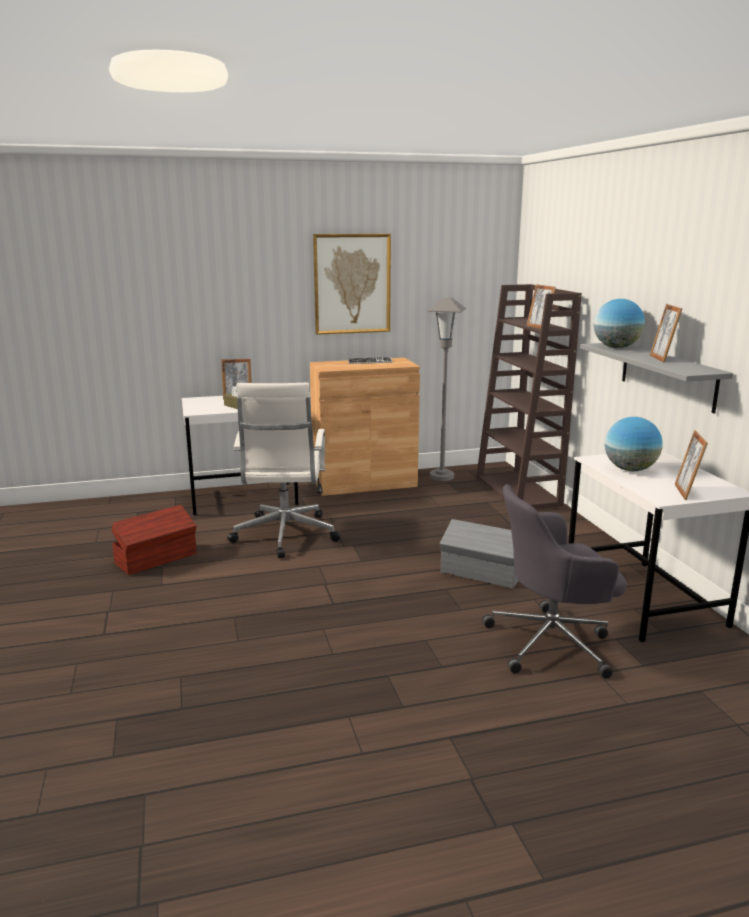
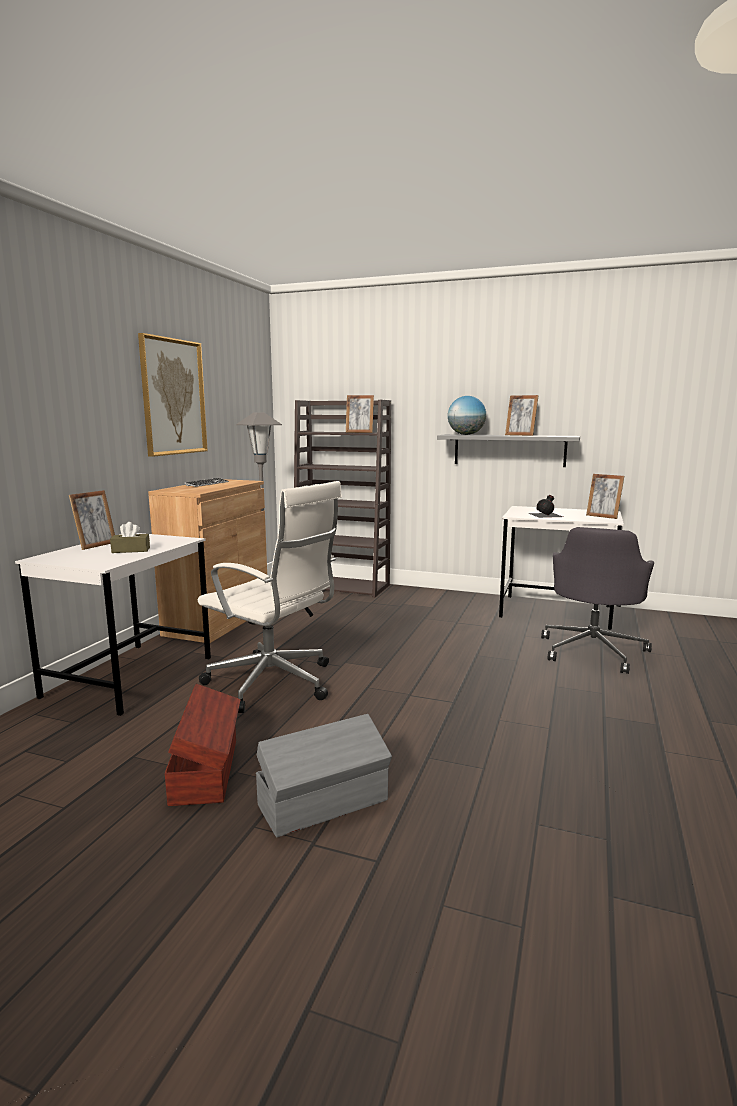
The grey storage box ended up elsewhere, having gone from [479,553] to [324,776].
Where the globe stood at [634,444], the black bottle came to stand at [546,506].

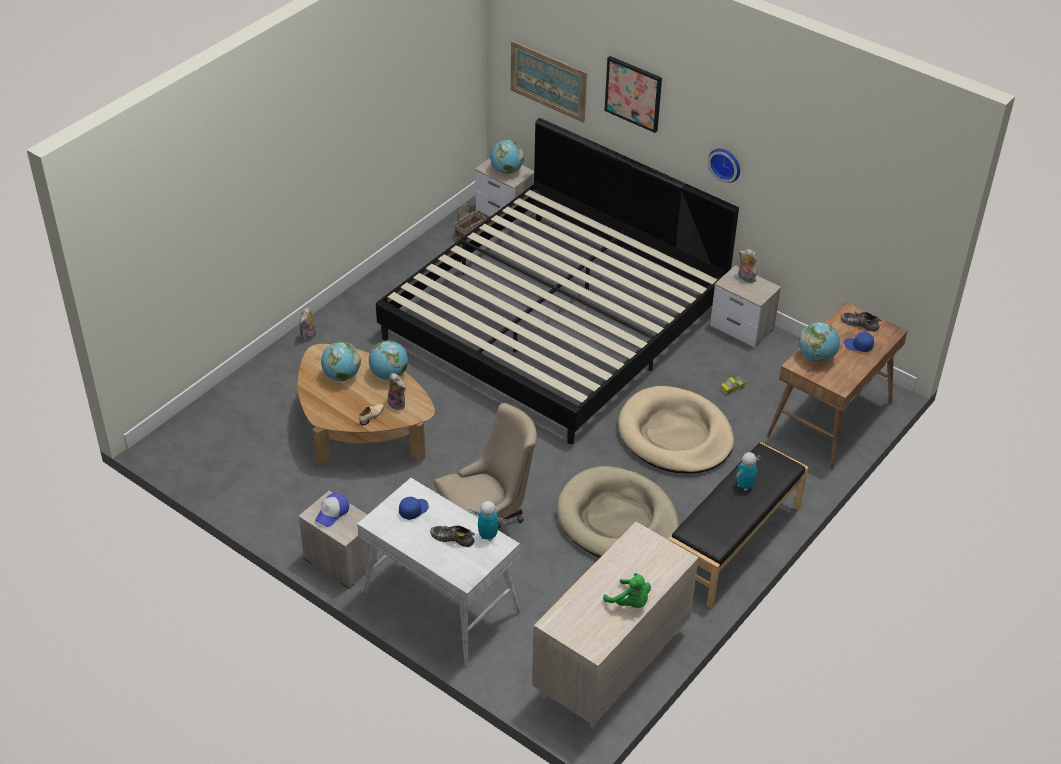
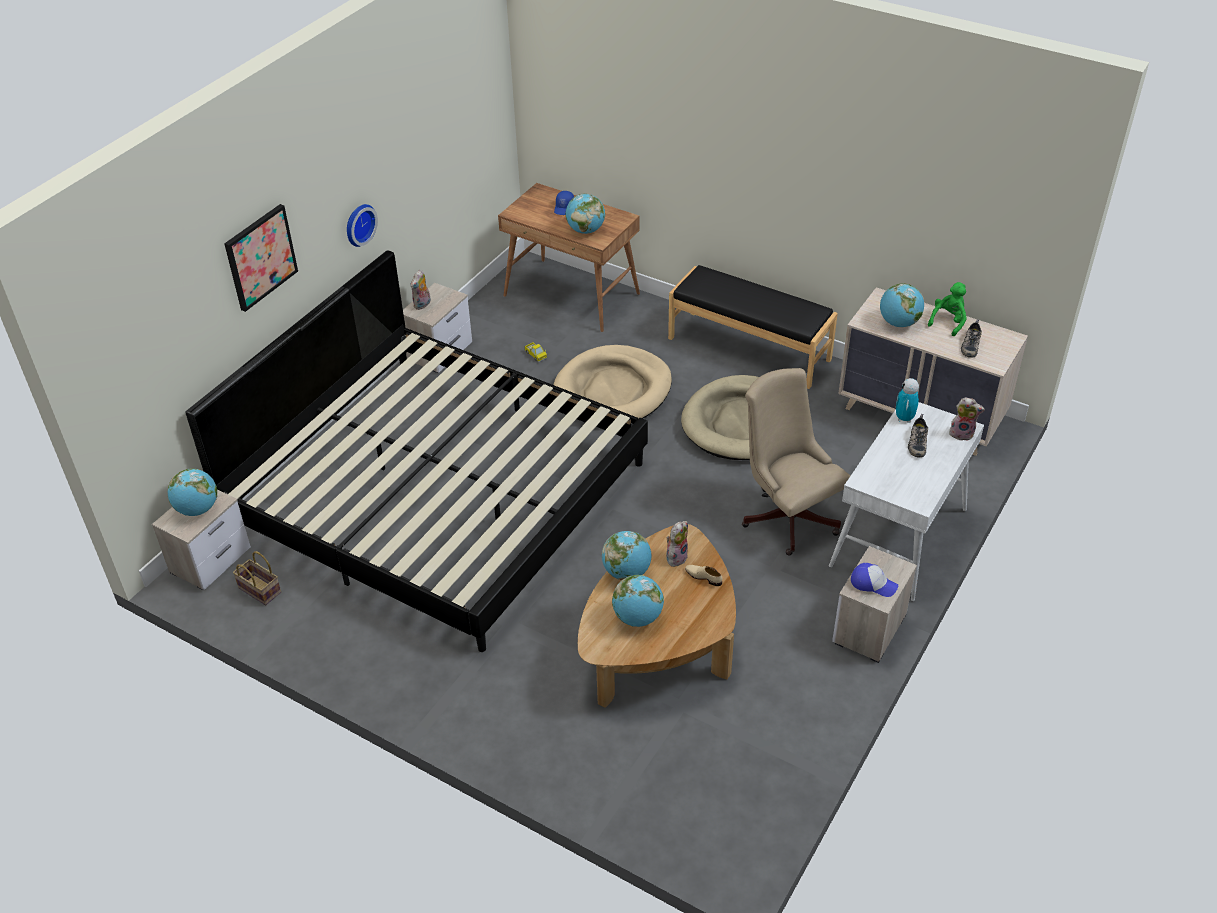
The second view lost the blue cap at [414,508].
The second view lost the picture at [549,82].
The second view lost the toy robot at [747,471].
The second view gained the globe at [902,305].
The plush toy ended up elsewhere, having gone from [307,324] to [966,419].
The shoe ended up elsewhere, having gone from [861,322] to [971,338].

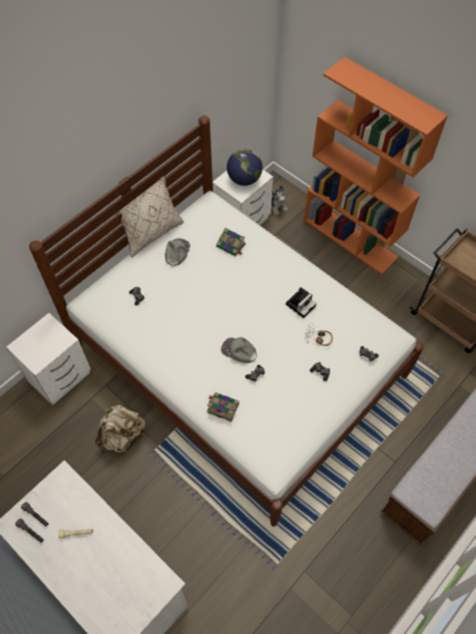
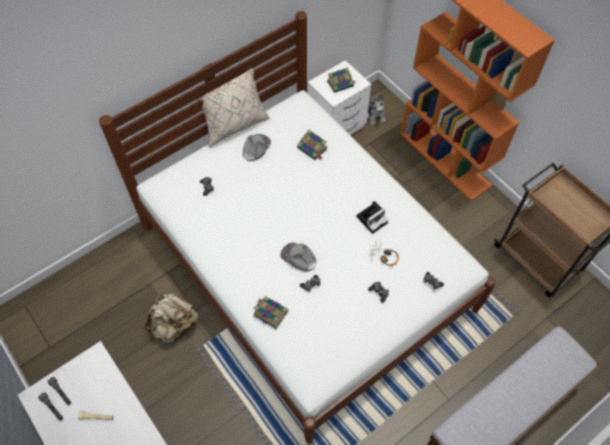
The second view lost the white nightstand at [48,359].
Where the globe stood at [245,167], the book came to stand at [341,80].

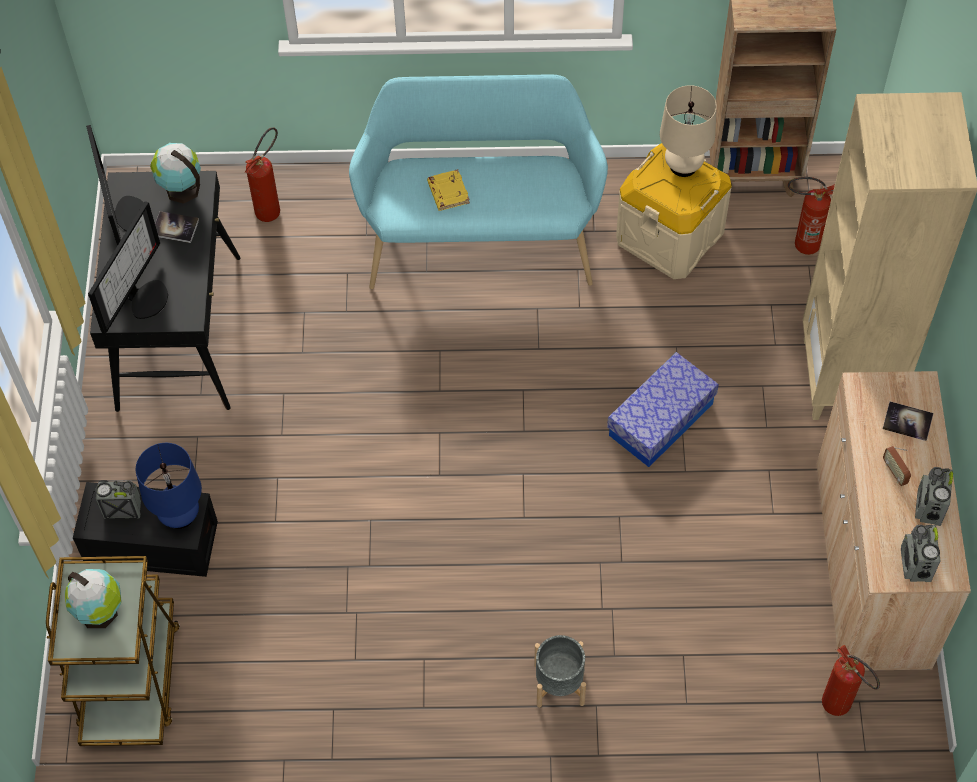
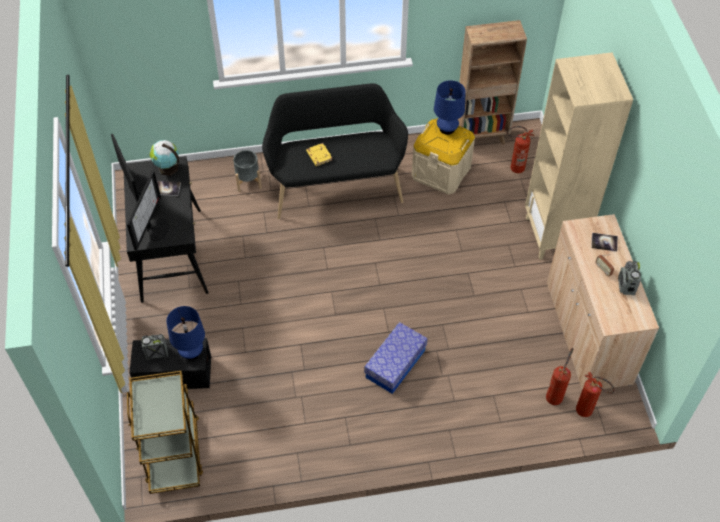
The second view lost the globe at [93,598].
The second view lost the radio at [921,553].
The fire extinguisher ended up elsewhere, having gone from [262,174] to [559,376].
The grey planter ended up elsewhere, having gone from [560,671] to [247,171].
The storage box ended up elsewhere, having gone from [663,409] to [396,358].
What was the turquoise bench at [478,182] turned into the black bench at [335,151].
What was the beige table lamp at [688,131] turned into the blue table lamp at [450,107].

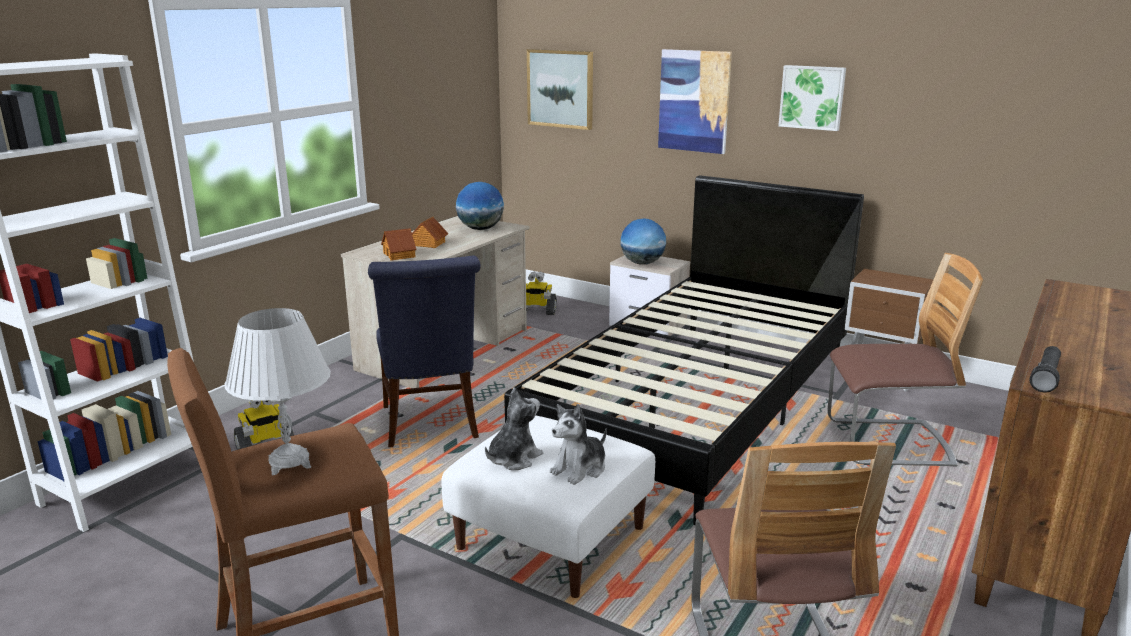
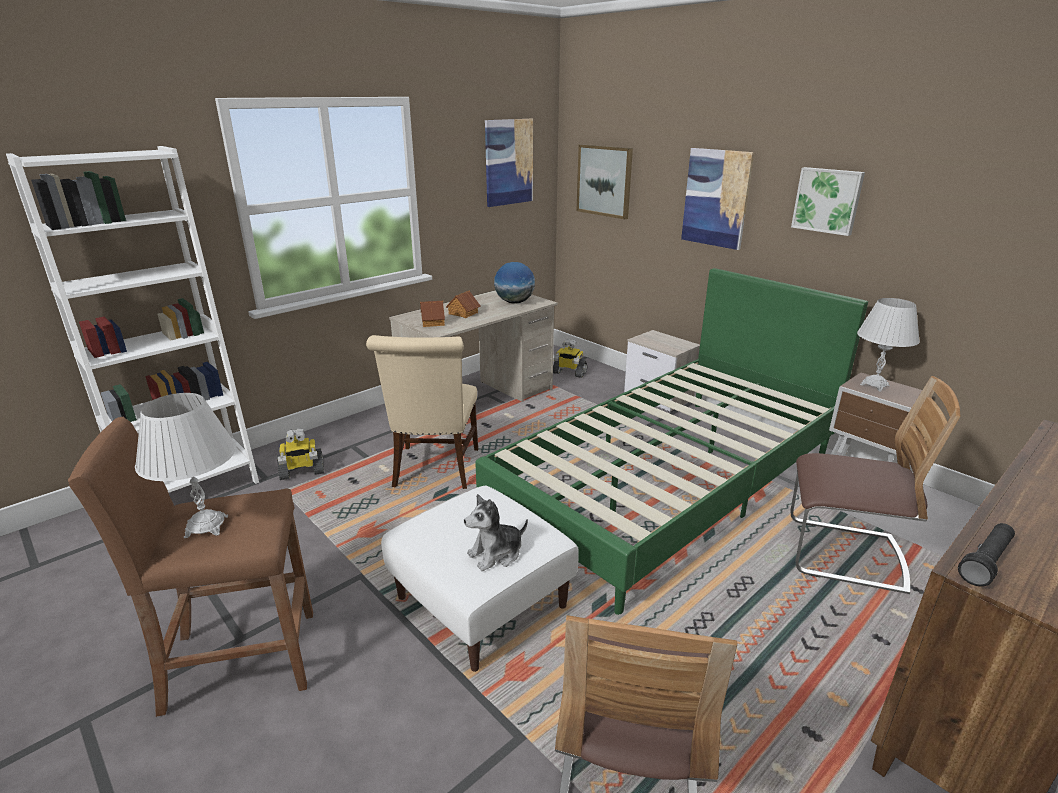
The second view lost the plush toy at [514,429].
The second view lost the globe at [643,242].
The second view gained the picture at [509,163].
The second view gained the white table lamp at [888,345].
What was the blue chair at [424,351] turned into the beige chair at [422,412].
What was the black bed at [684,350] turned into the green bed at [671,441].

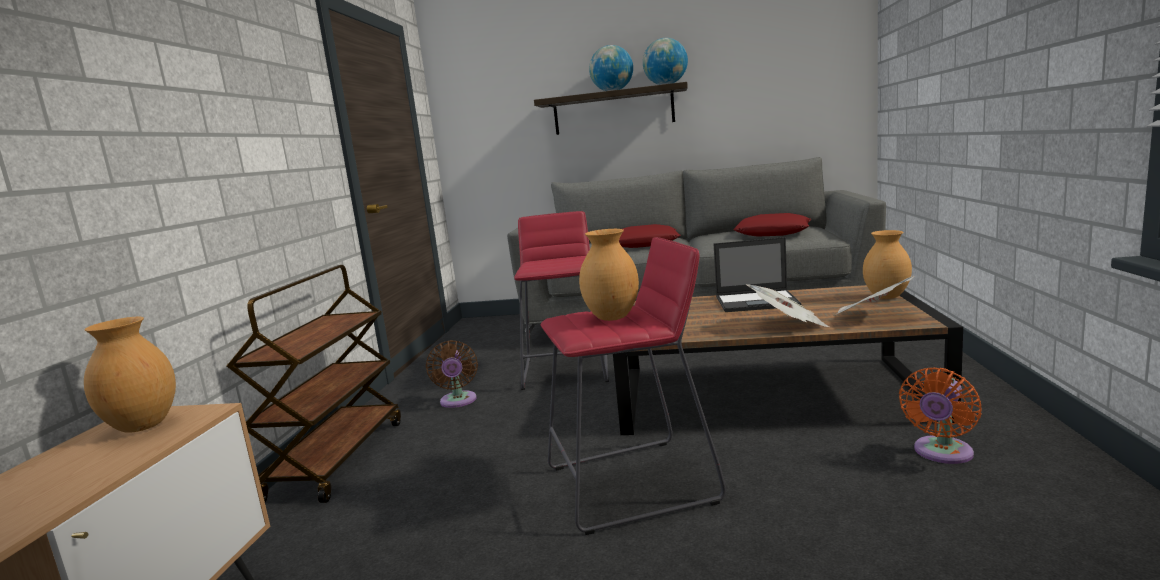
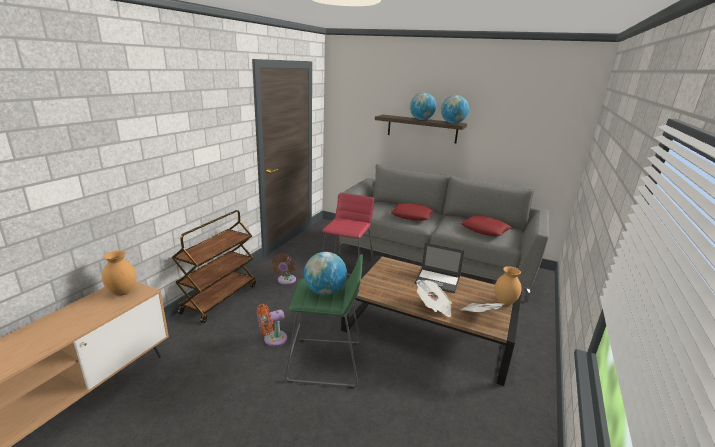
The orange fan ended up elsewhere, having gone from [940,416] to [272,325].
Where the brown vase stood at [609,275], the globe came to stand at [325,273].
What was the red stool at [633,386] turned into the green stool at [324,321].

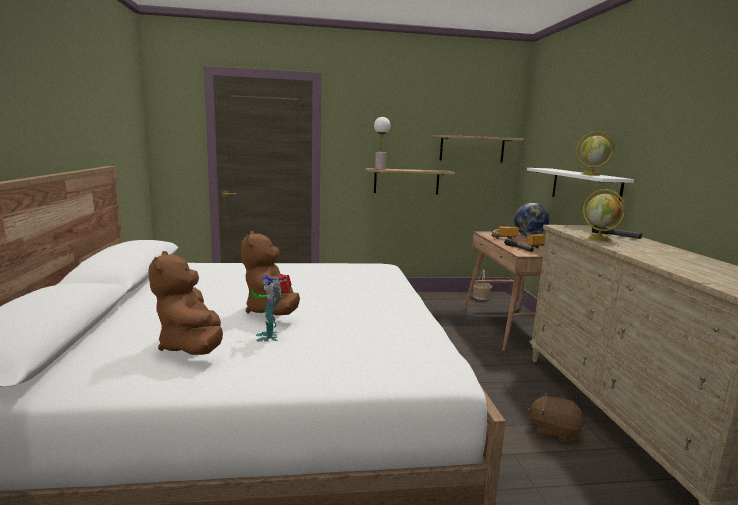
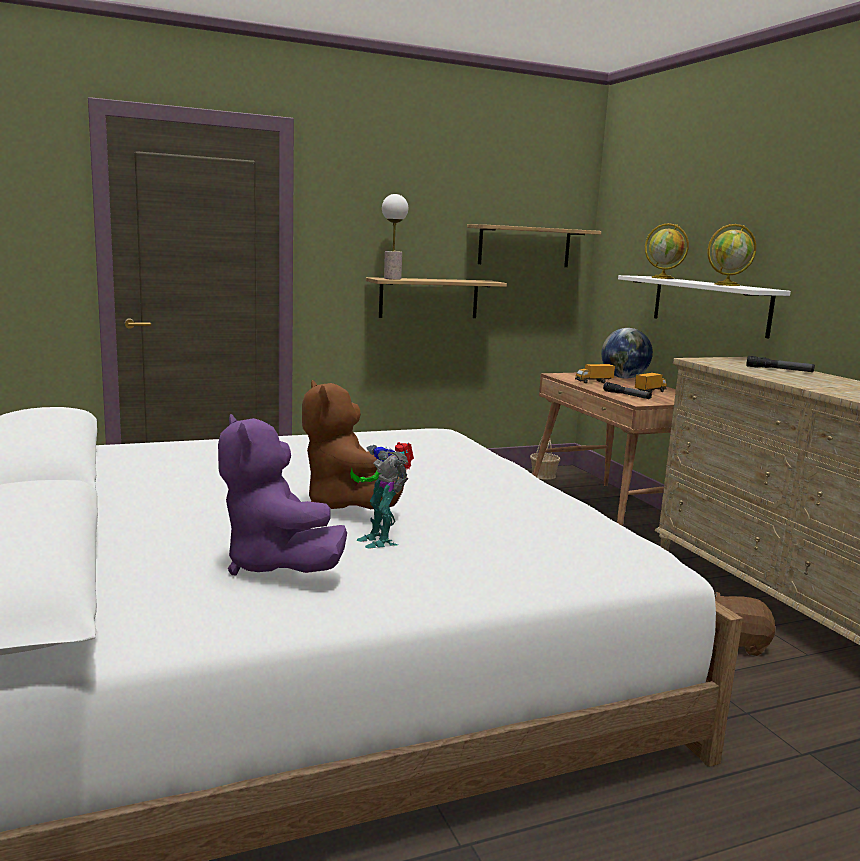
The globe ended up elsewhere, having gone from [604,215] to [667,251].
What was the brown plush toy at [185,303] turned into the purple plush toy at [282,495].

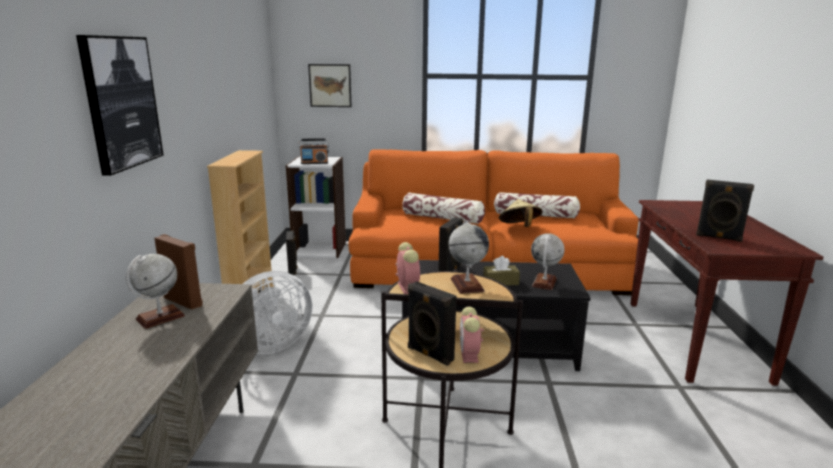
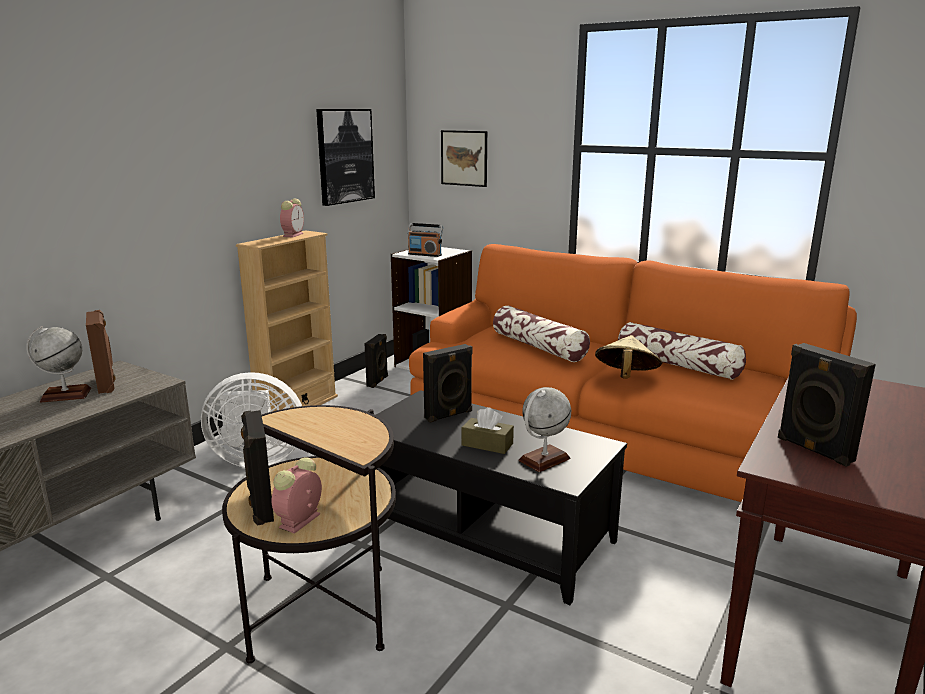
The second view lost the globe at [469,257].
The picture ended up elsewhere, having gone from [120,105] to [345,157].
The alarm clock ended up elsewhere, having gone from [408,268] to [292,218].

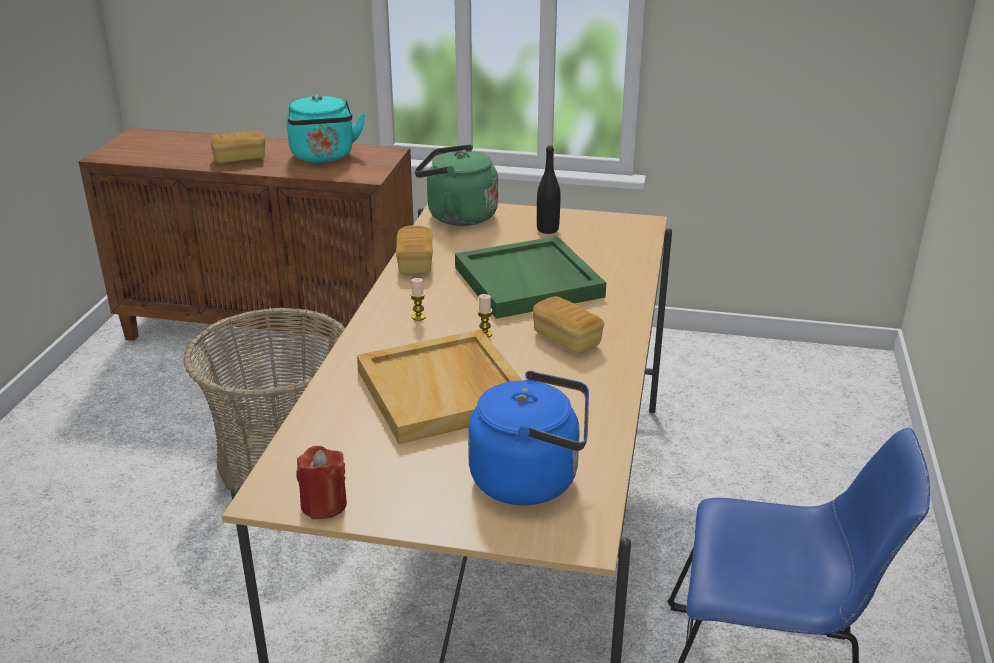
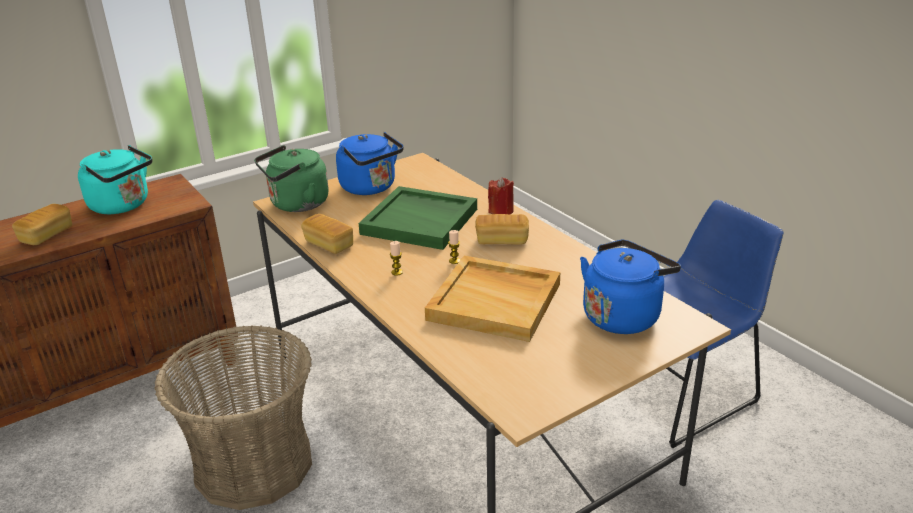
The red candle ended up elsewhere, having gone from [321,482] to [501,195].
Where the black bottle stood at [549,189], the blue kettle came to stand at [370,163].

